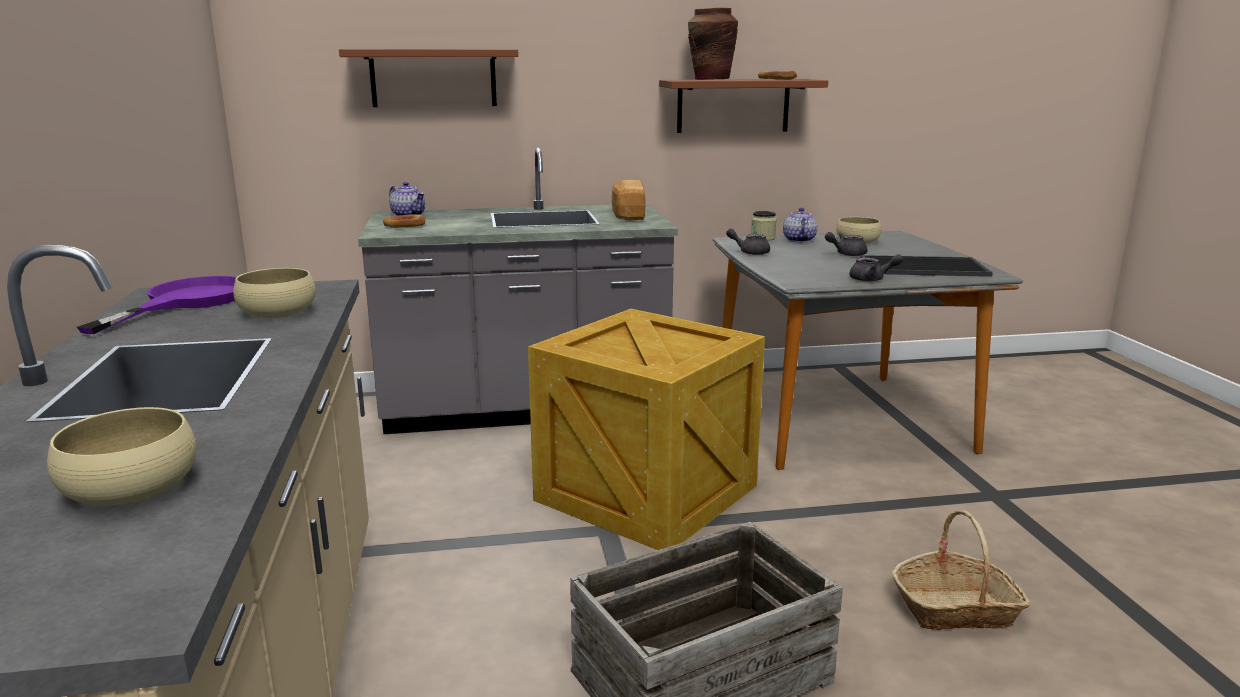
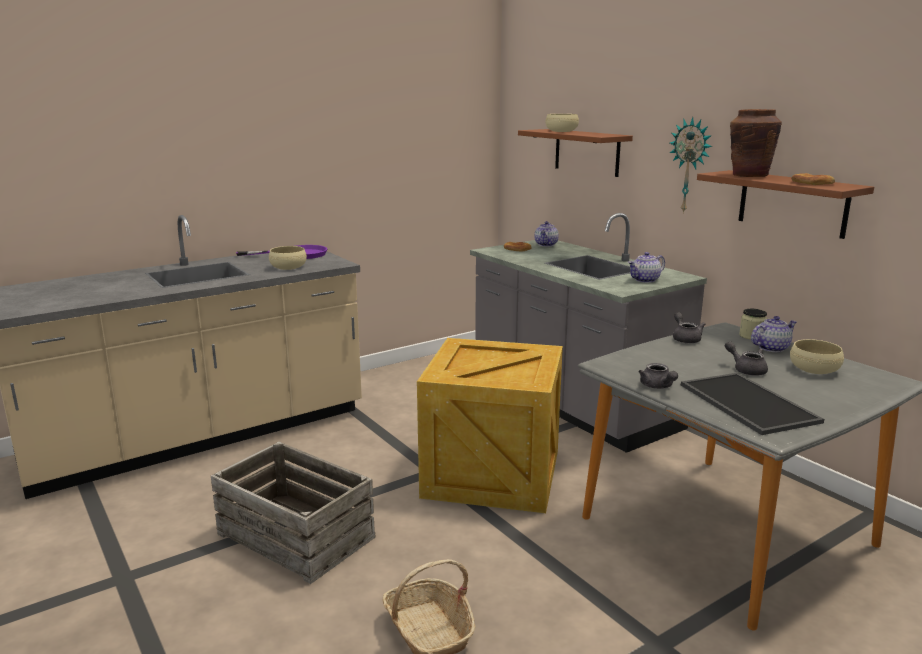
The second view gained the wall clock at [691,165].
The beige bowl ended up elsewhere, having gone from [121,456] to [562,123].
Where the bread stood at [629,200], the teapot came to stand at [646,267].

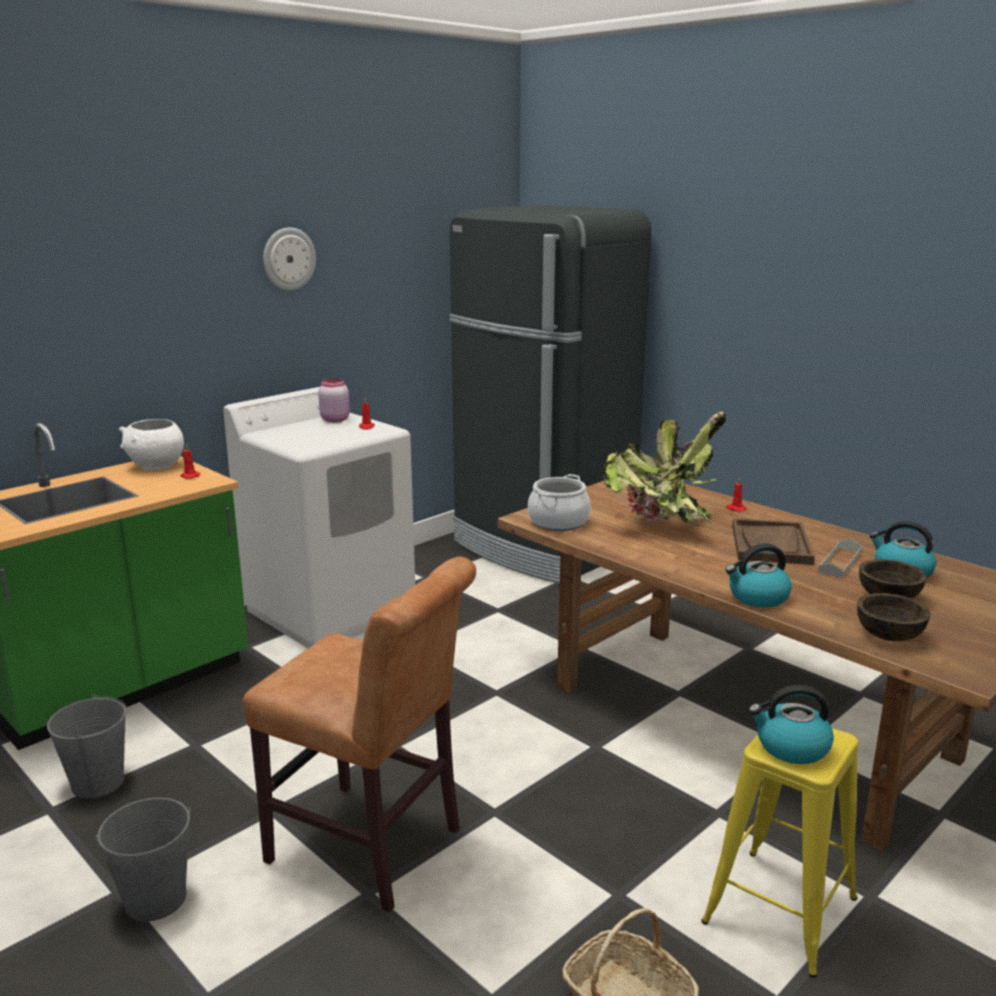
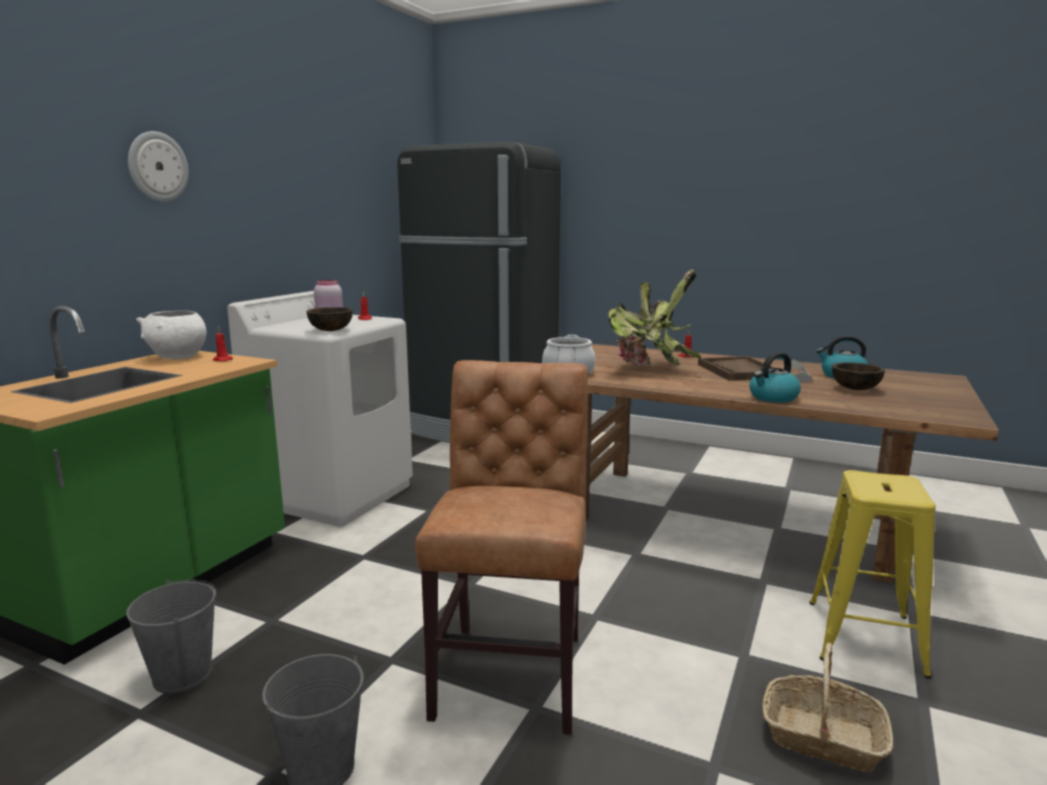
The second view lost the kettle at [791,724].
The wall clock ended up elsewhere, having gone from [289,258] to [158,166].
The brown bowl ended up elsewhere, having gone from [893,617] to [329,319].
The brown chair at [359,734] ended up facing another way, 90 degrees counterclockwise from before.

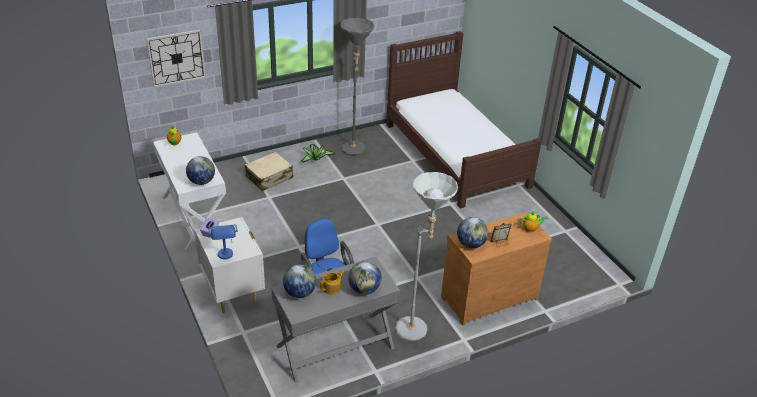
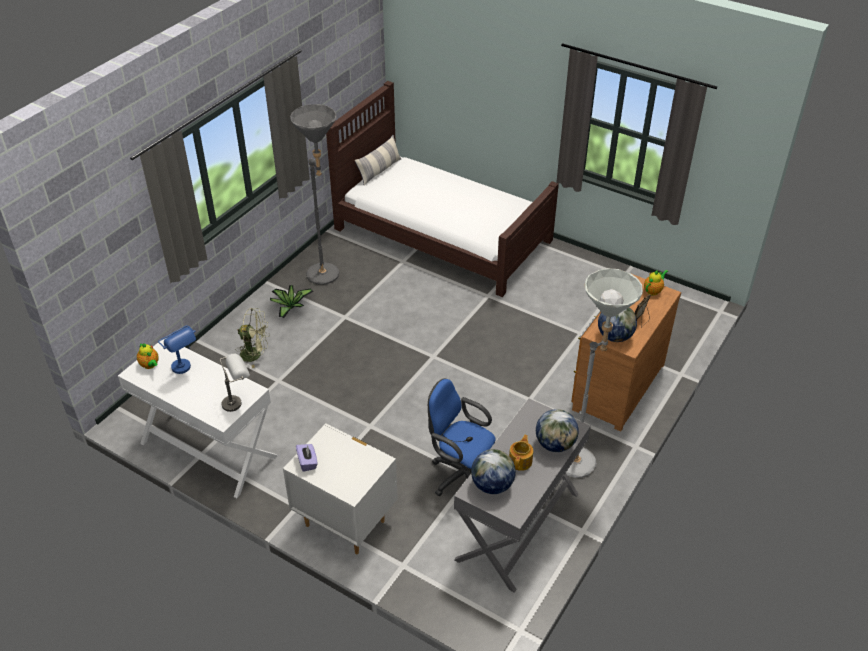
The second view lost the wall clock at [176,59].
The second view gained the pillow at [378,160].
The blue table lamp ended up elsewhere, having gone from [223,242] to [177,349].
Where the globe stood at [200,170], the grey table lamp came to stand at [234,383].
Where the beige suitcase stood at [269,171], the green fan came to stand at [253,338].

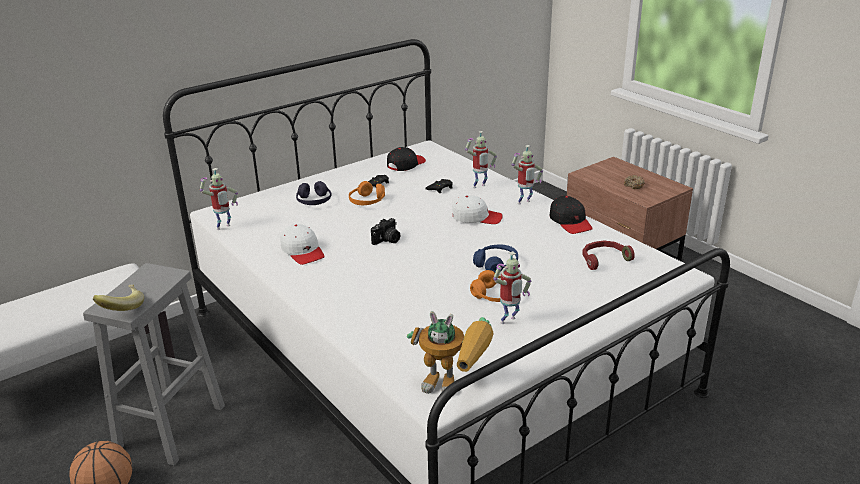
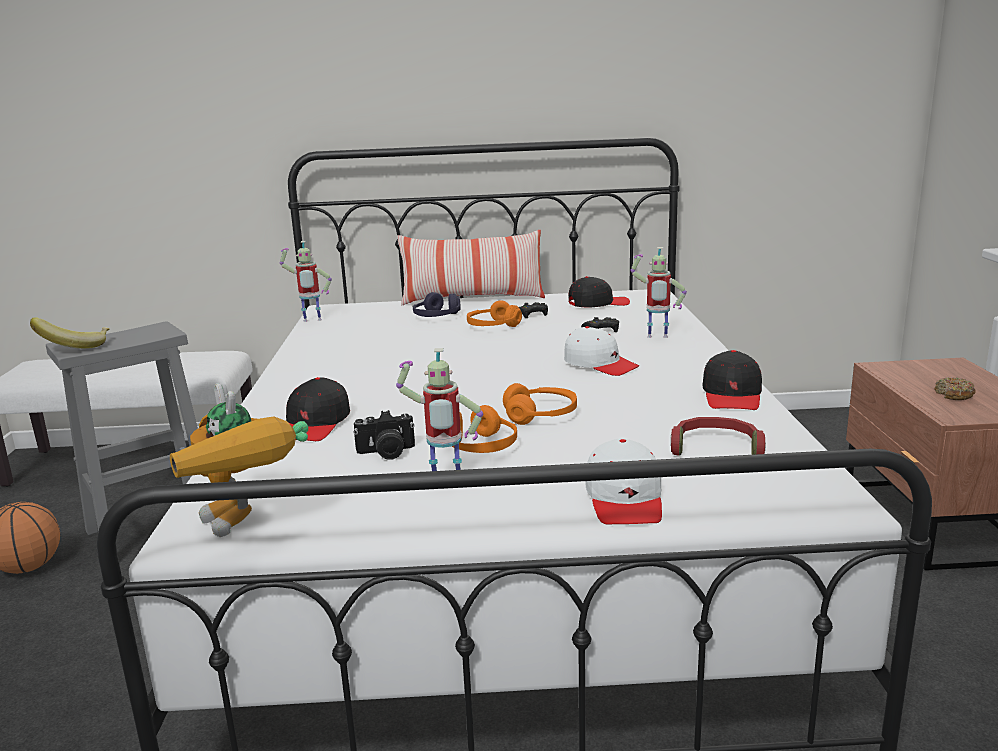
The second view lost the toy robot at [527,175].
The second view gained the black cap at [318,409].
The second view gained the pillow at [471,268].
The white cap ended up elsewhere, having gone from [302,244] to [623,481].
The photo camera ended up elsewhere, having gone from [385,231] to [384,435].
What was the blue headphones at [495,258] turned into the orange headphones at [540,404].

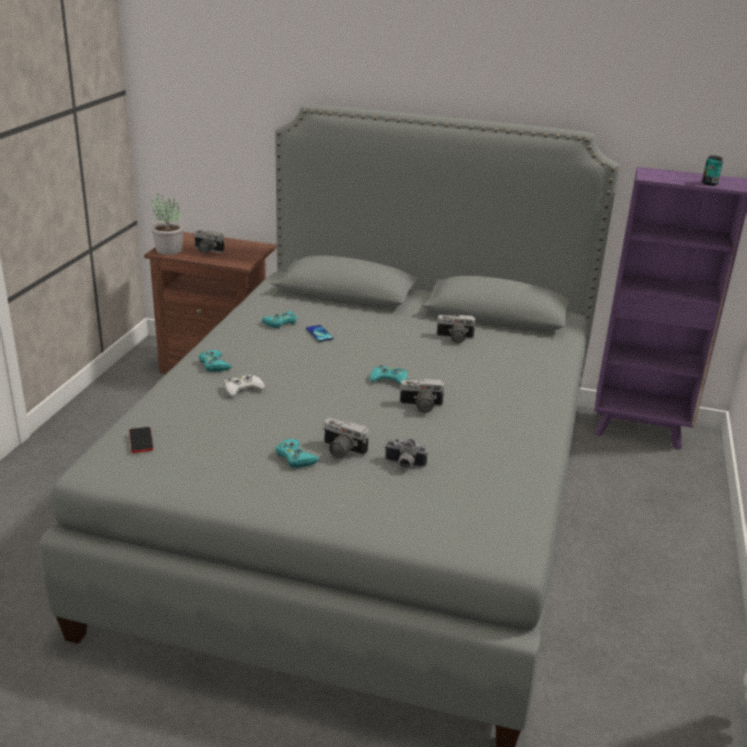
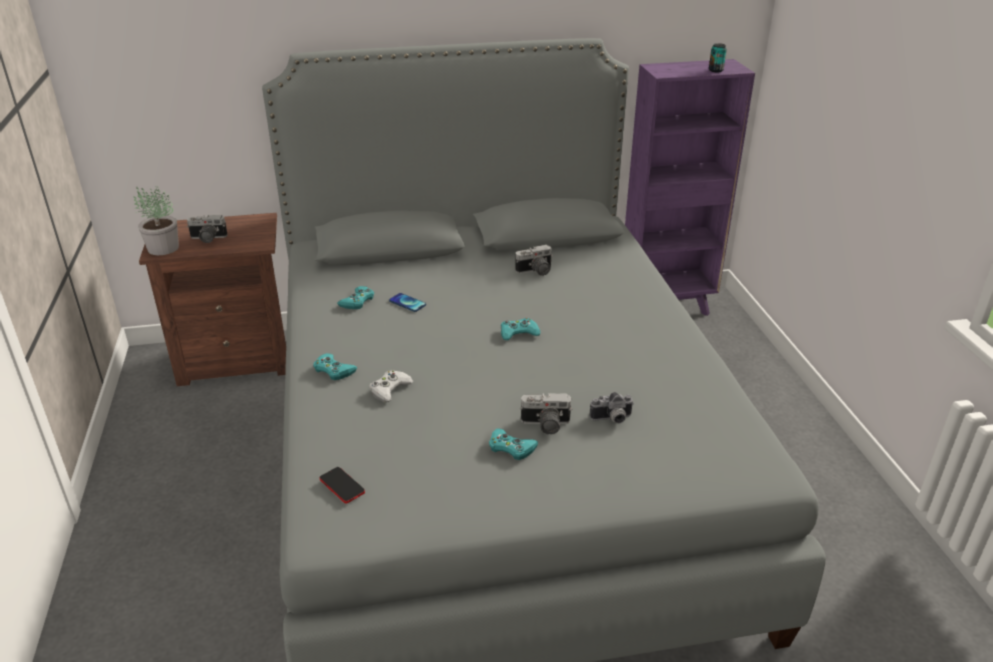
The second view lost the photo camera at [422,396].

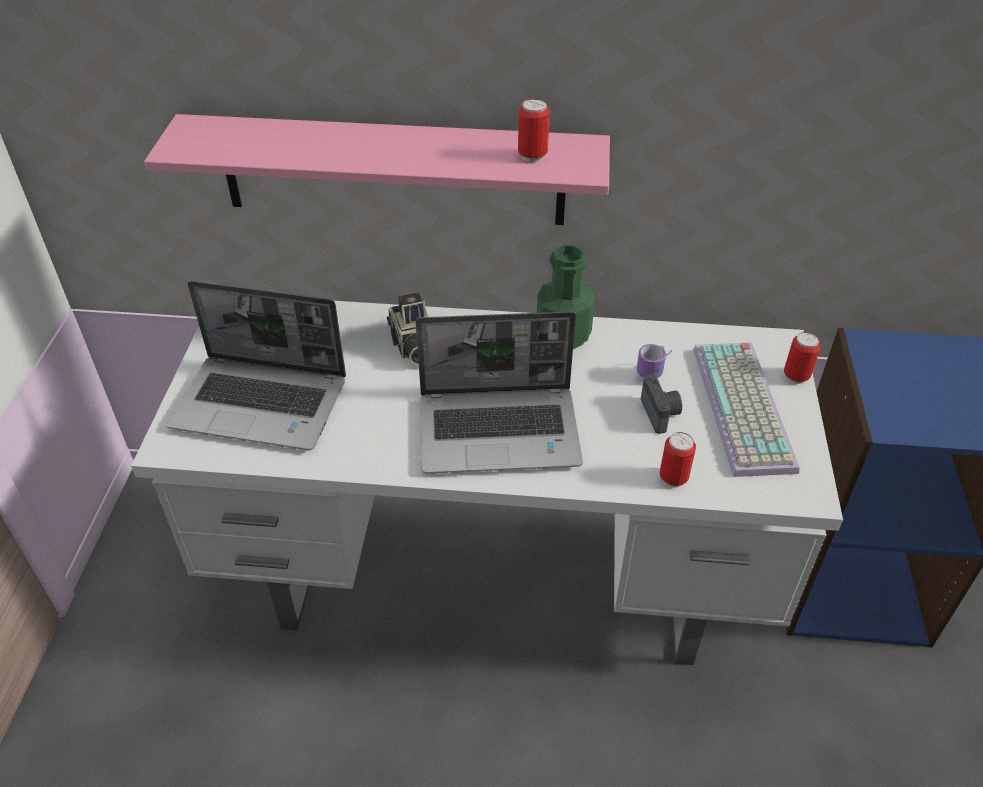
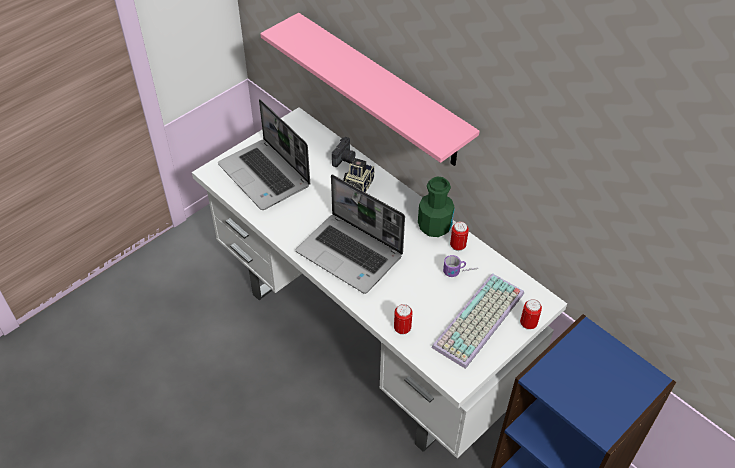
The can ended up elsewhere, having gone from [534,130] to [459,236].
The photo camera ended up elsewhere, having gone from [661,404] to [344,152].

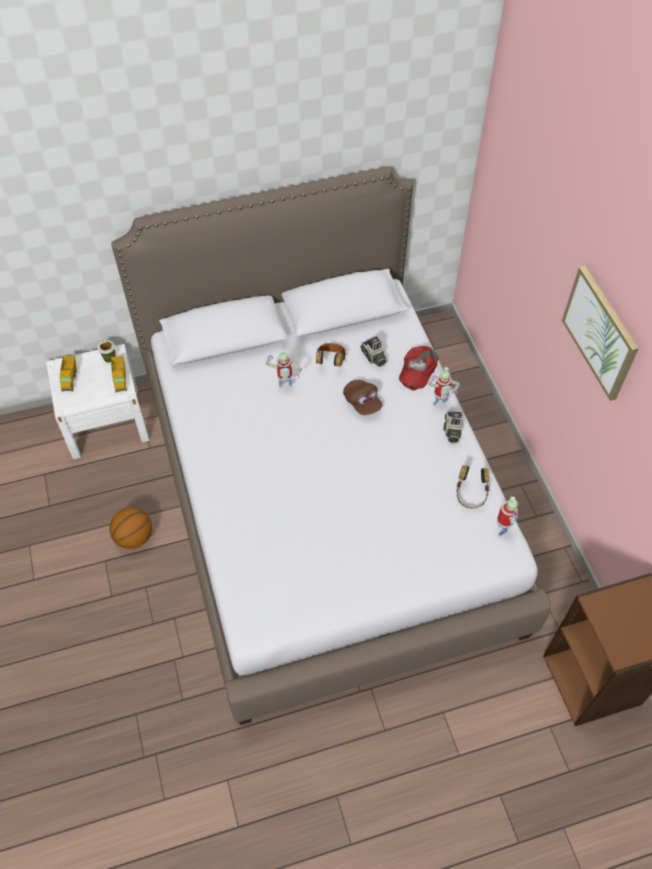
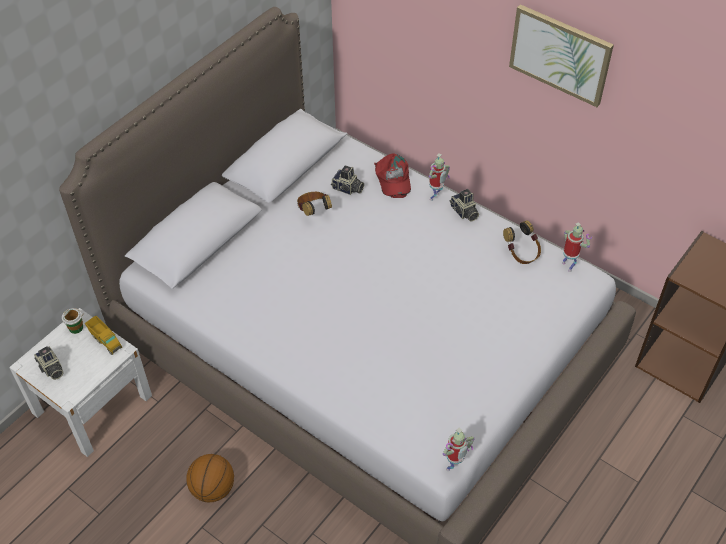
The second view lost the brown cap at [362,397].
The toy robot ended up elsewhere, having gone from [284,368] to [459,449].
Where the toy truck stood at [68,374], the photo camera came to stand at [48,363].

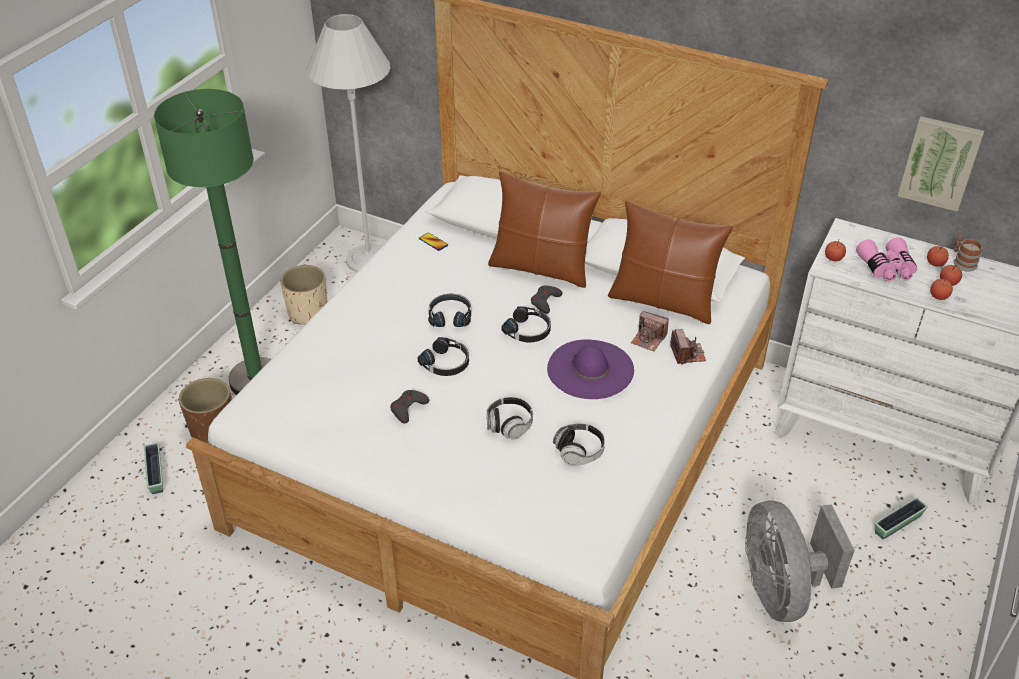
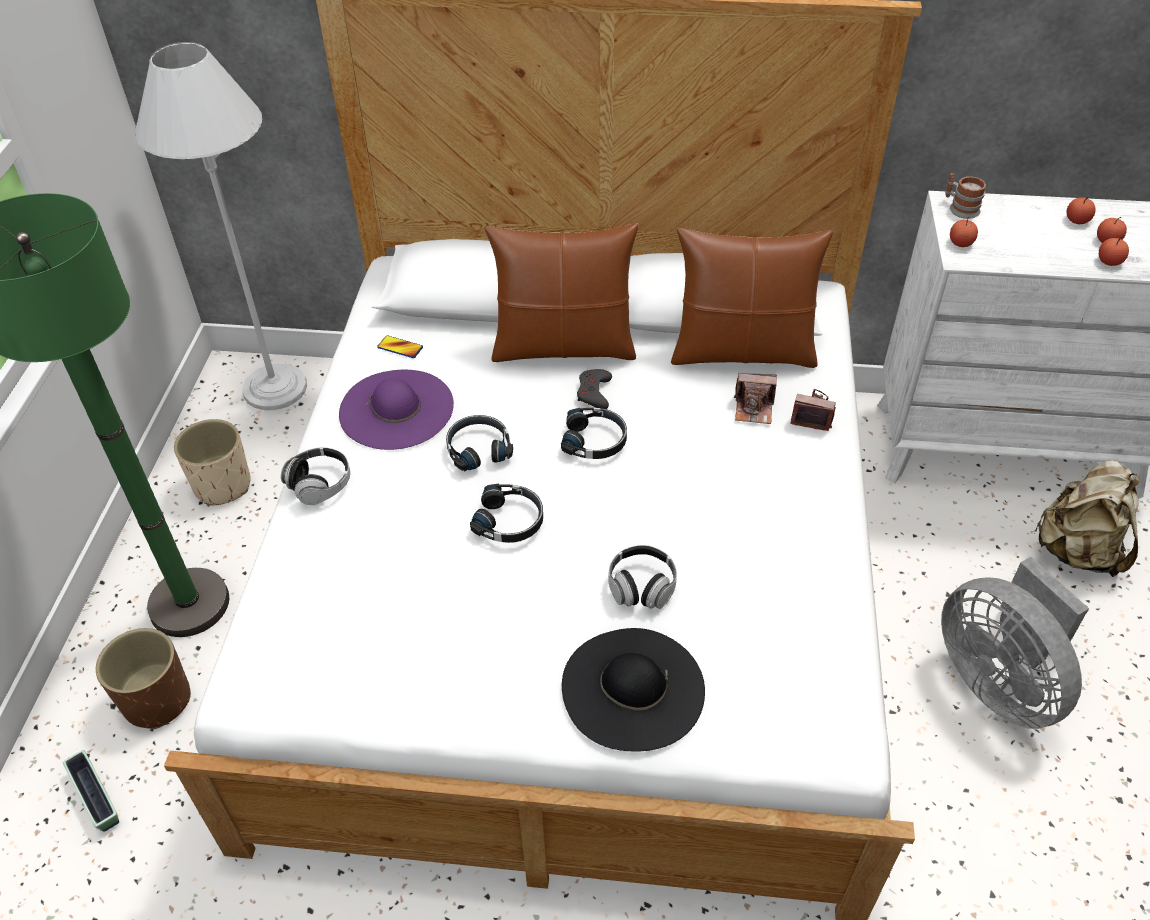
The second view lost the grey game controller at [409,407].
The second view lost the pink binoculars at [886,259].
The second view lost the picture at [941,164].
The second view gained the black hat at [633,690].
The purple hat ended up elsewhere, having gone from [590,369] to [396,410].
The headphones ended up elsewhere, having gone from [579,444] to [315,476].
The mug ended up elsewhere, having gone from [968,253] to [965,196].
Where the planter stood at [901,518], the beige backpack came to stand at [1086,518].
The photo camera at [688,347] ended up facing another way, 45 degrees counterclockwise from before.

